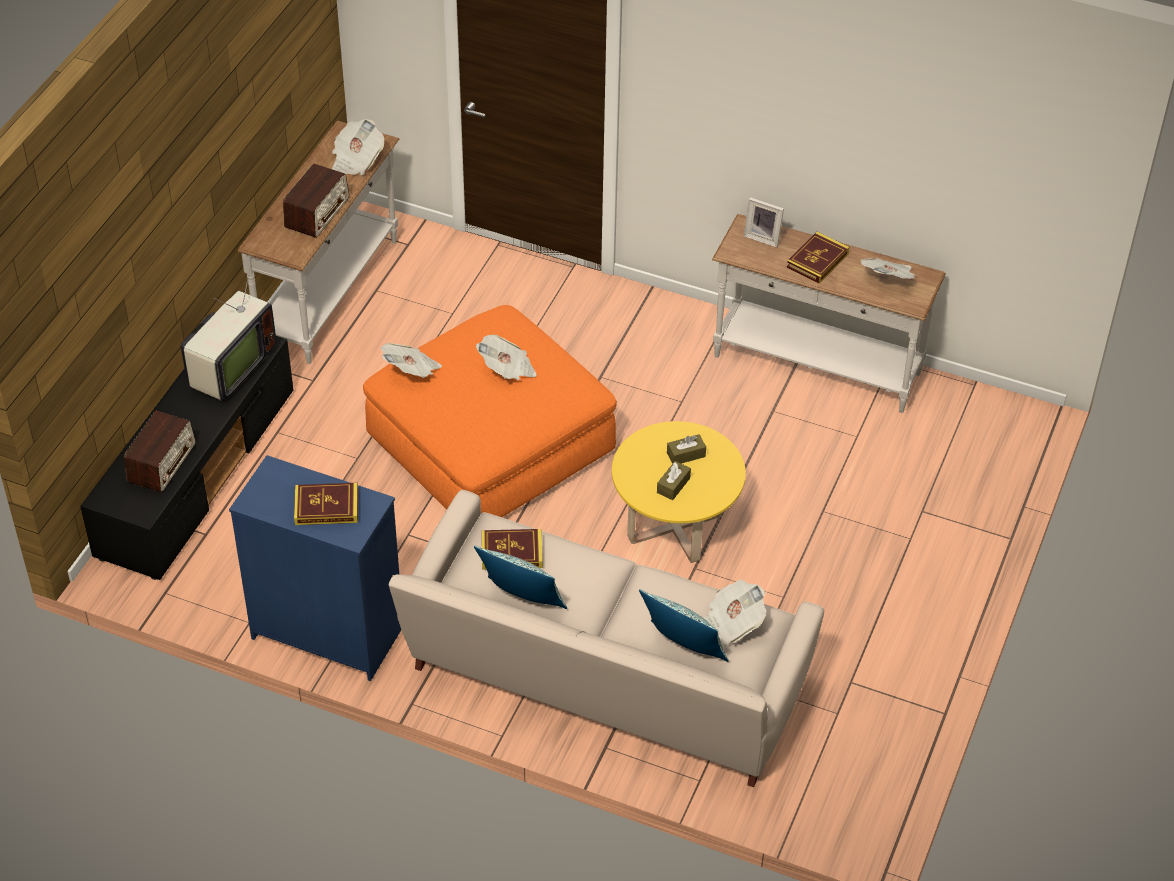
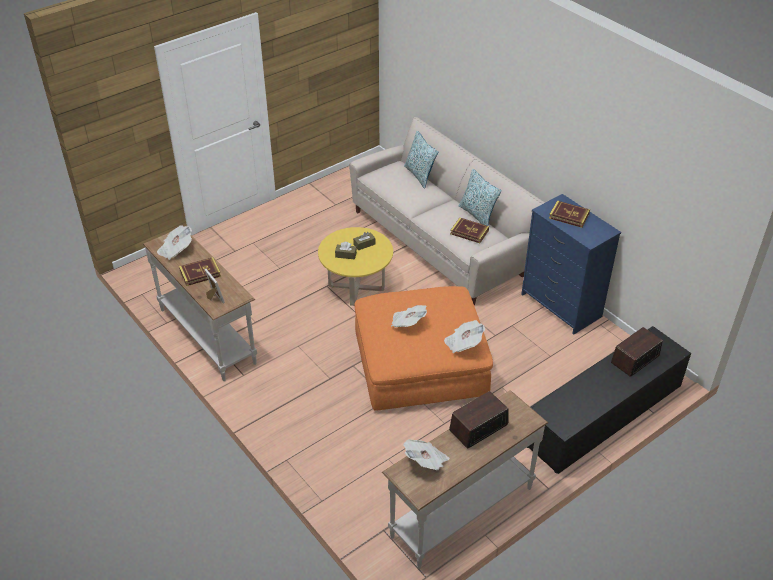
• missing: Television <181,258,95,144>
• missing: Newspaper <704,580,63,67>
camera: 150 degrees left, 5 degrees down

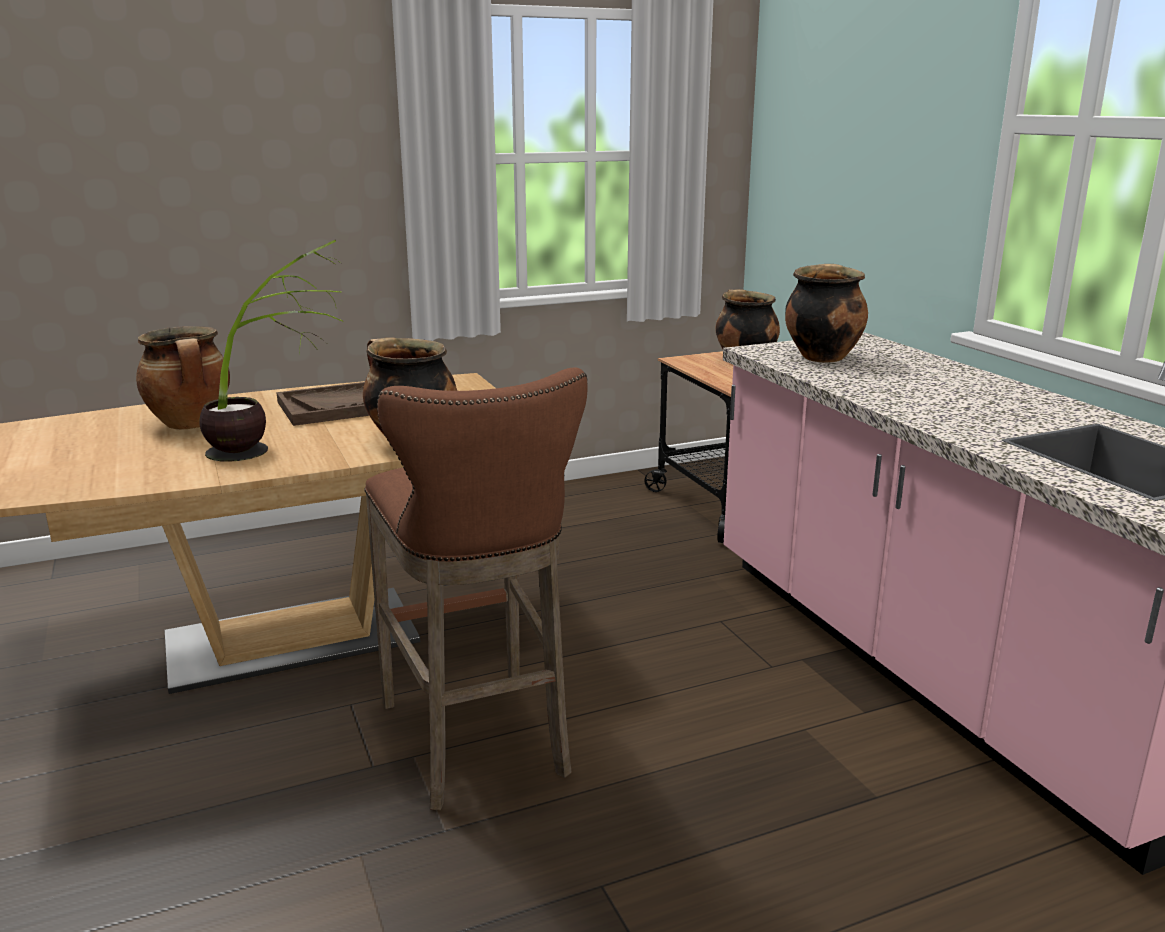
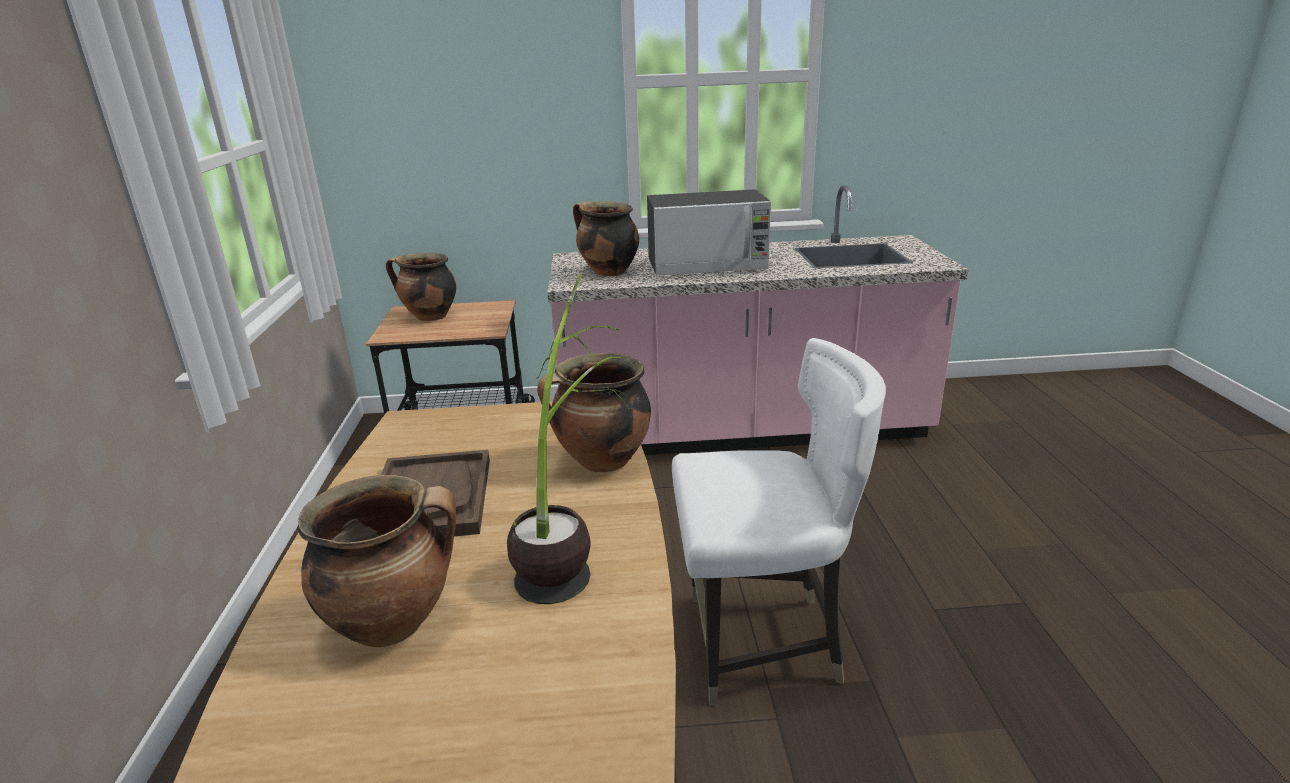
• appeared: Microwave <647,189,124,87>
• exchanged: BrownStool <365,368,223,443> to WhiteChair <672,338,214,368>
camera: 70 degrees left, 5 degrees up

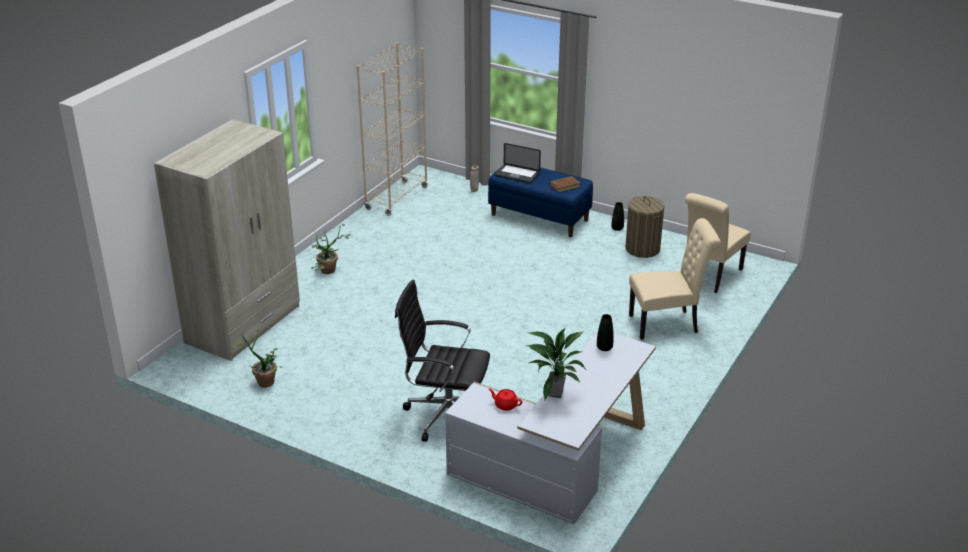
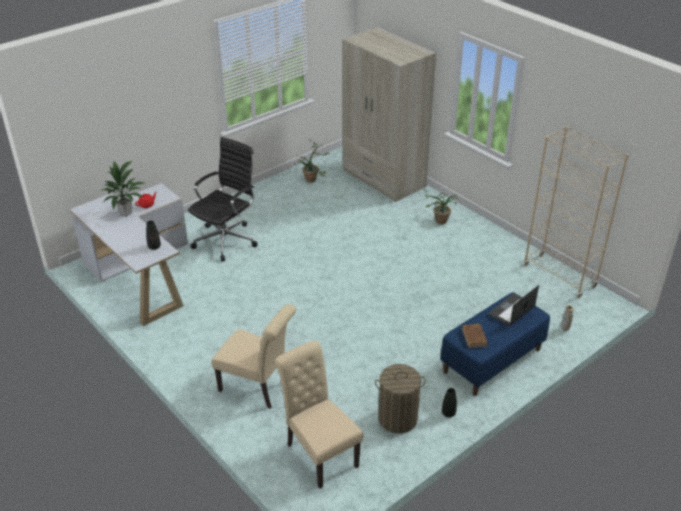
• spun: BeigeChair <629,218,92,122> = <211,304,85,105> 75 degrees counterclockwise
camera: 110 degrees right, 5 degrees up

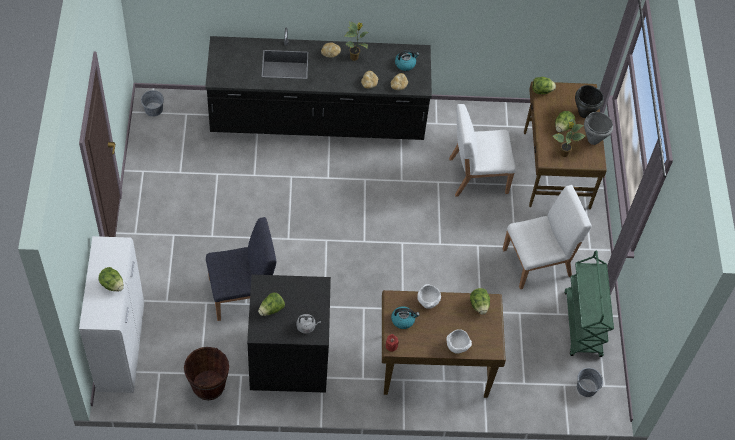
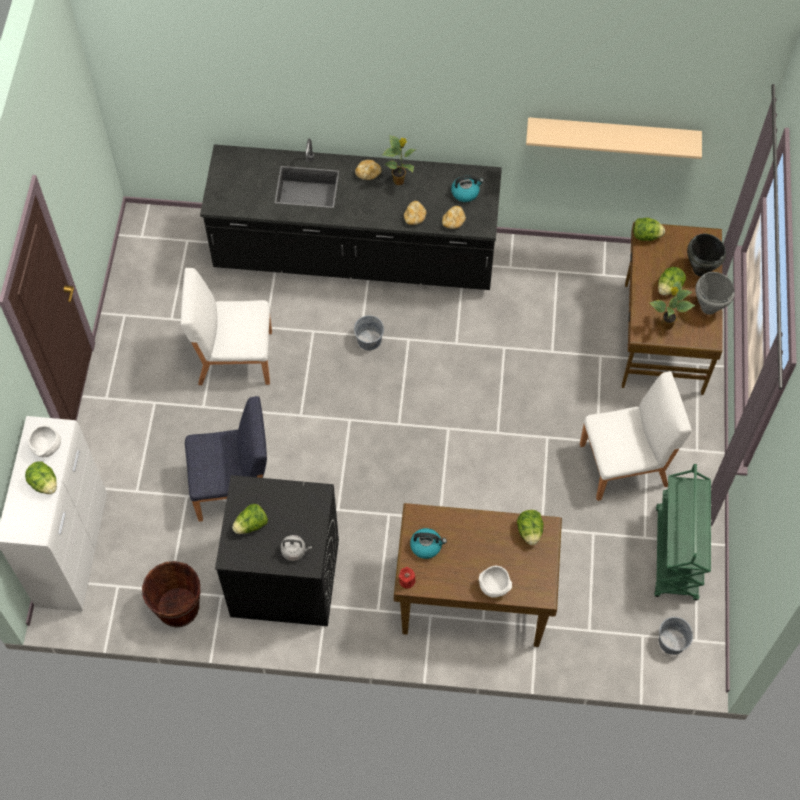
• relocated: WhiteBowl <417,284,24,25> to <28,424,33,33>
• relocated: WhiteChair <449,104,67,93> to <181,268,91,117>
• relocated: GreyBucket <141,90,23,27> to <354,315,30,35>
• appeared: BeigeShelf <526,117,176,42>
camera: 10 degrees right, 5 degrees up

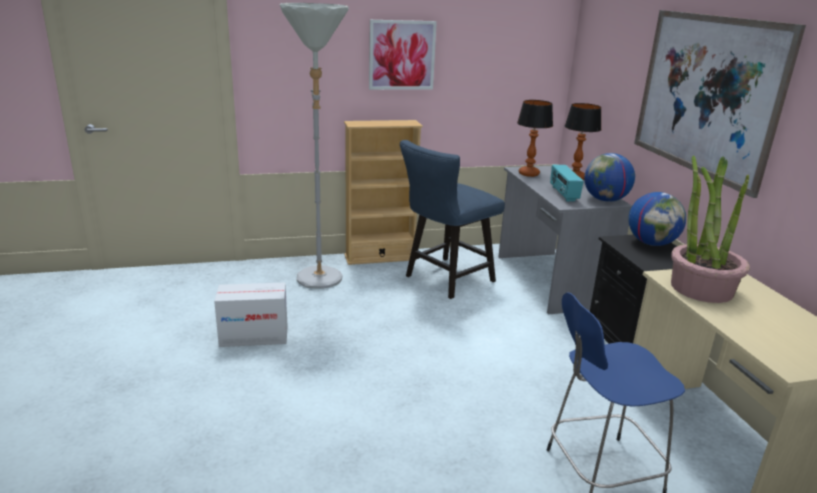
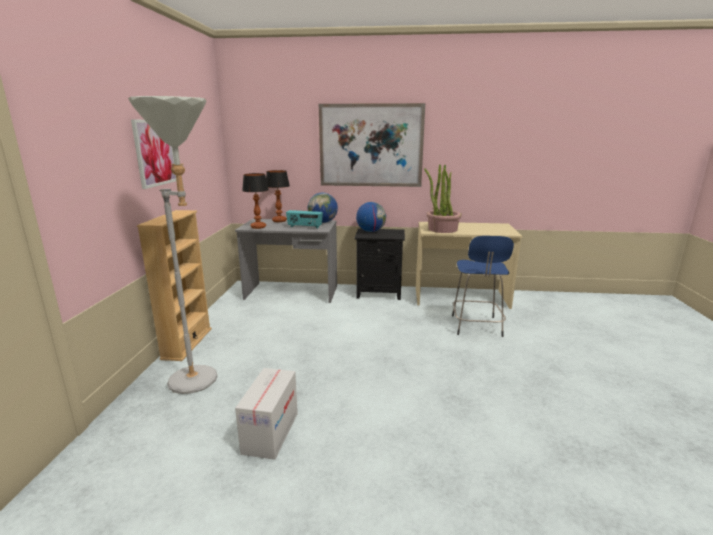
• missing: BlueChair <400,140,105,159>
camera: 70 degrees left, 5 degrees down

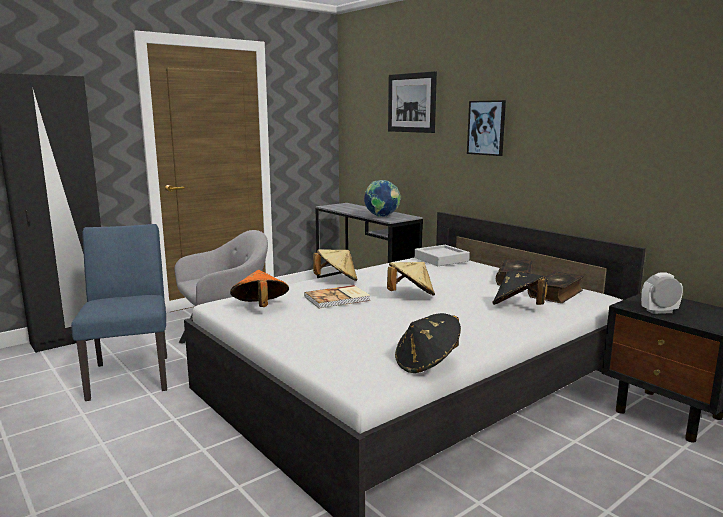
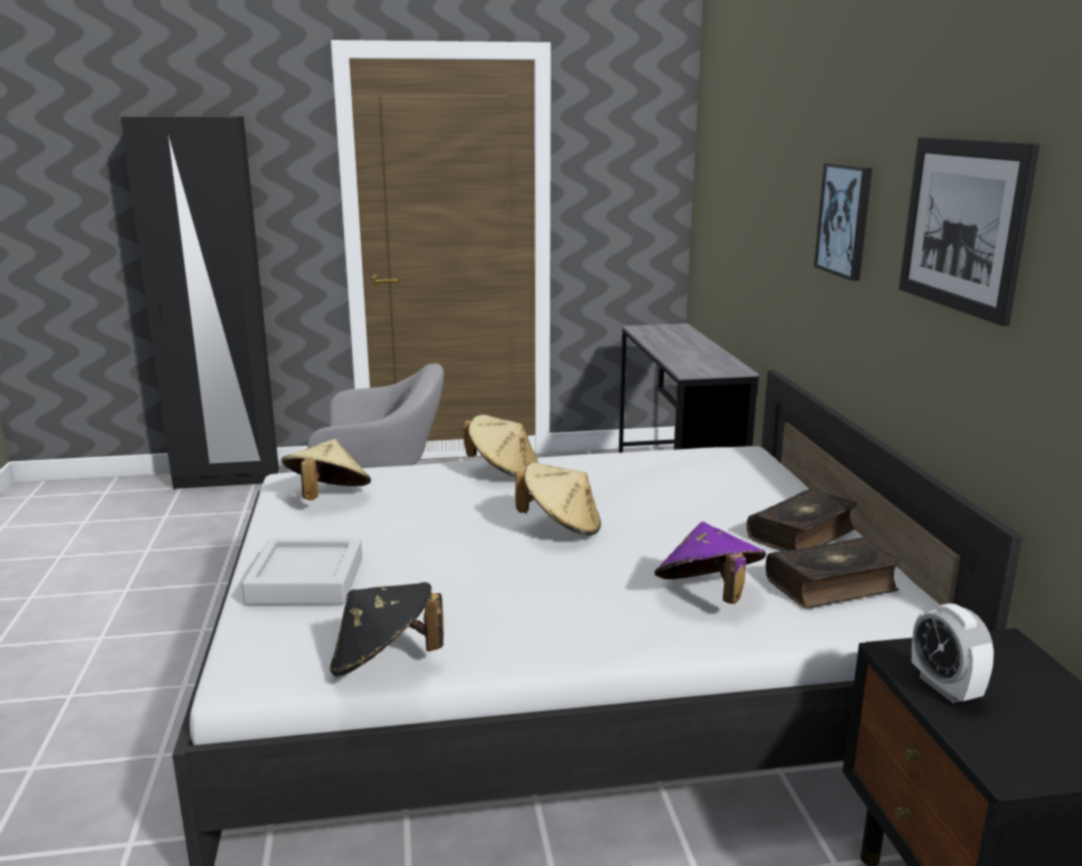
• relocated: GreyTray <415,245,55,21> to <242,539,121,65>
• colour: OrangeHat <230,270,59,37> to BeigeHat <281,439,90,61>
• colour: BlackHat <492,270,56,35> to PurpleHat <654,522,112,82>
• relocated: Picture <388,71,49,62> to <899,137,141,189>
• spun: AlarmClock <641,272,42,42> = <912,603,82,100> 135 degrees counterclockwise
• missing: BlueChair <71,224,96,177>
• missing: Book <304,285,66,24>
• missing: Globe <364,180,37,37>
camera: 30 degrees right, 5 degrees up

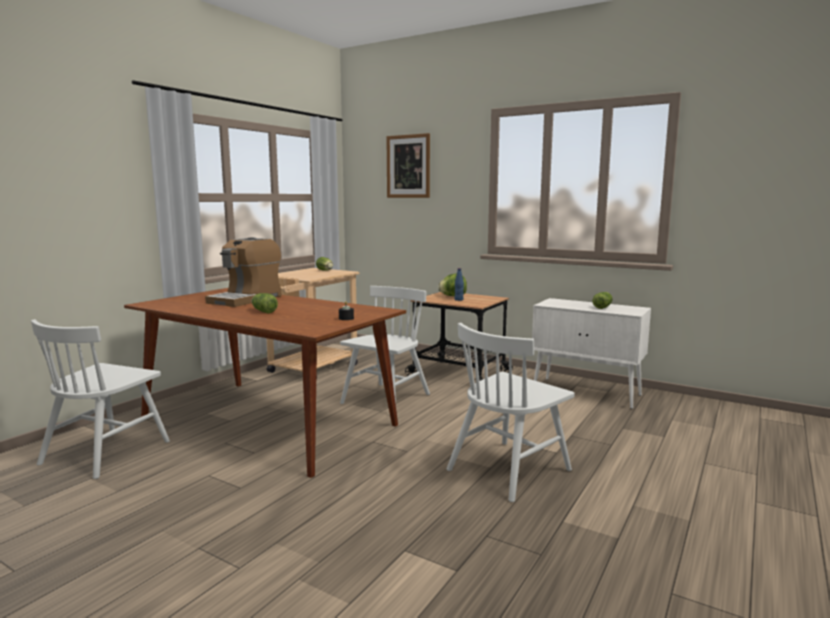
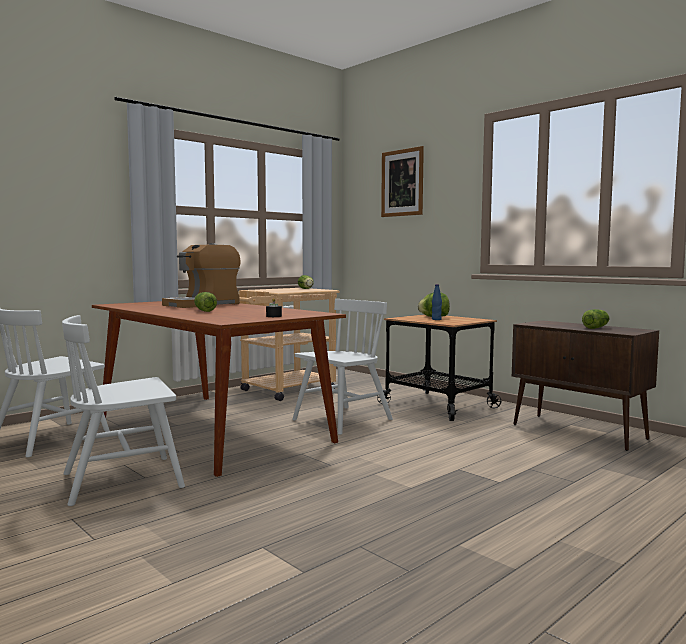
• relocated: WhiteChair <447,323,128,179> to <62,315,123,191>
• colour: WhiteCabinet <532,298,119,111> to BrownCabinet <512,320,147,131>
camera: 15 degrees right, 5 degrees down

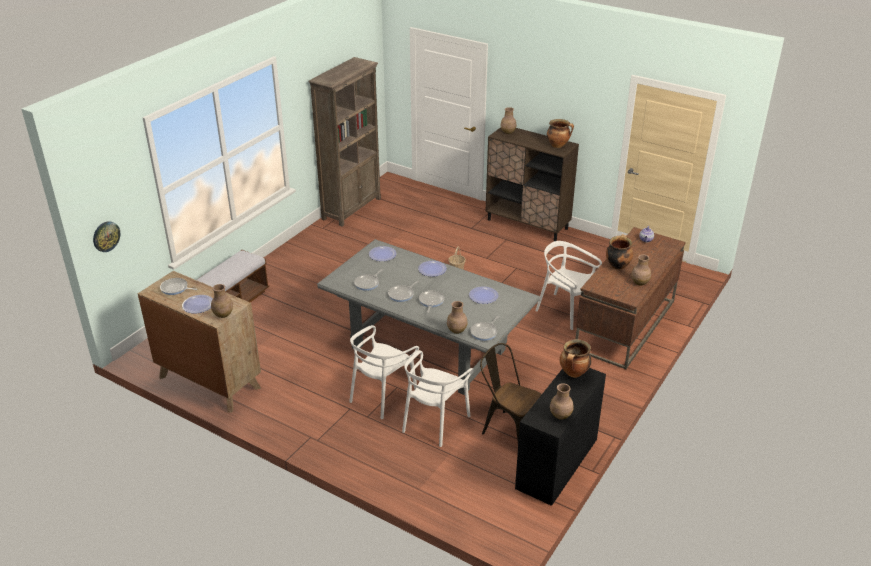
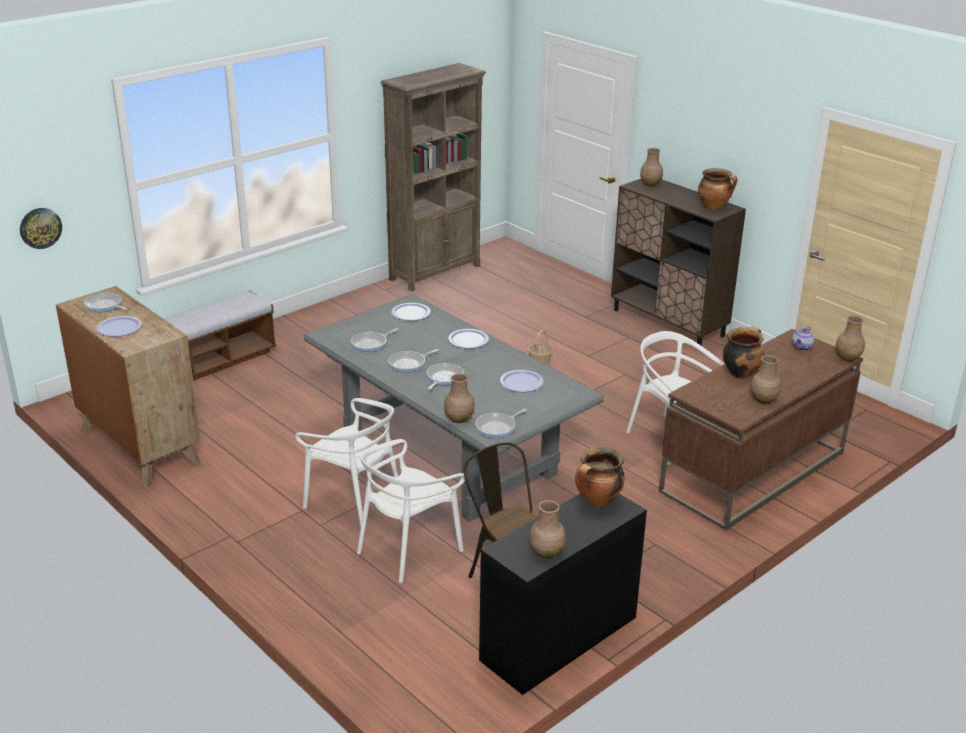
• spun: WhiteChair <349,325,70,94> = <295,398,103,133> 105 degrees counterclockwise
• relocated: BrownVase <211,284,22,34> to <836,316,29,45>
camera: 15 degrees right, 5 degrees down

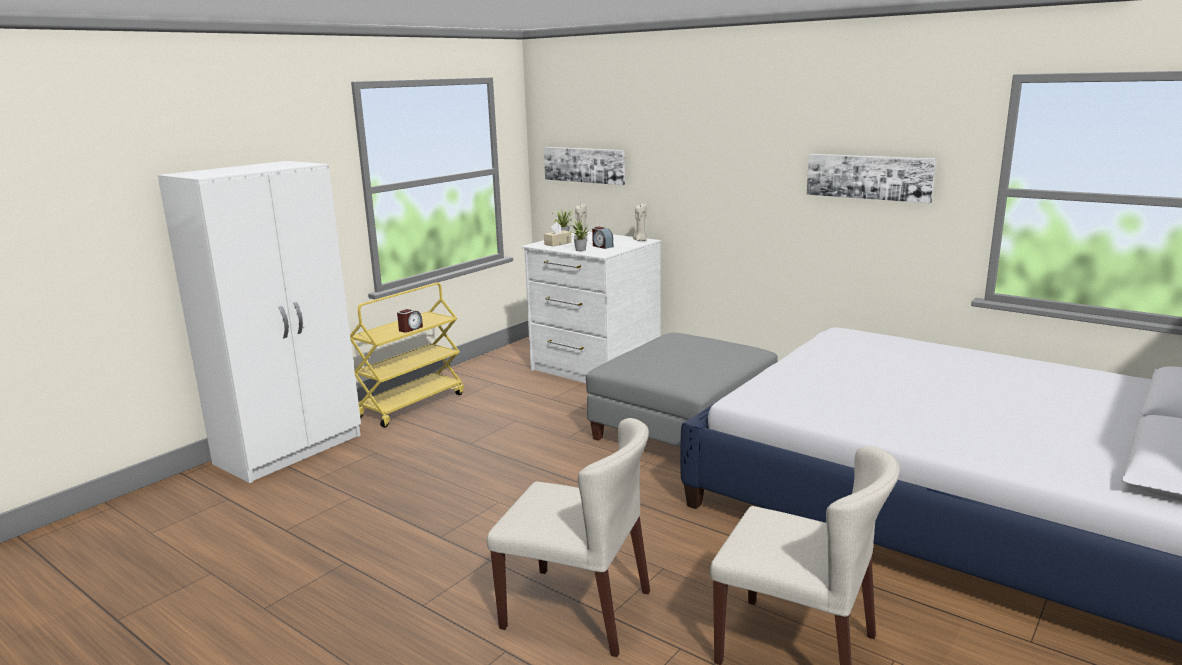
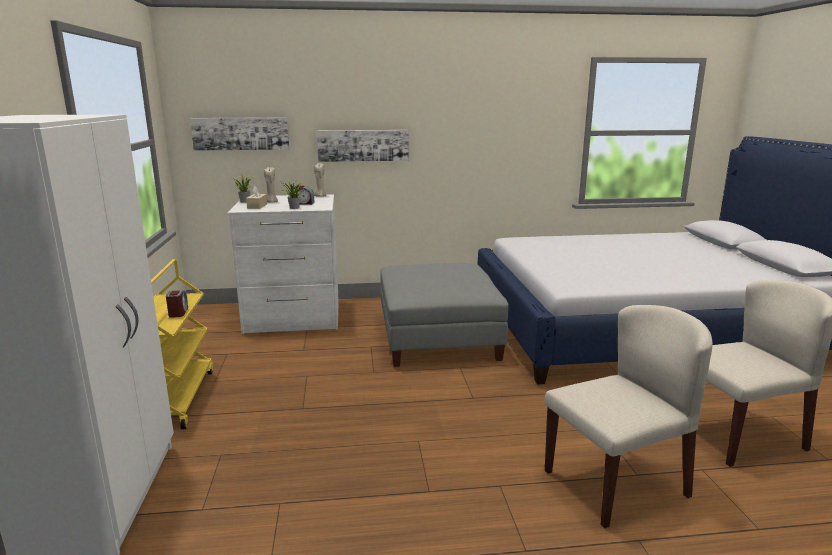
• relocated: Picture <807,154,129,49> to <317,130,92,32>
camera: 45 degrees left, 0 degrees up

